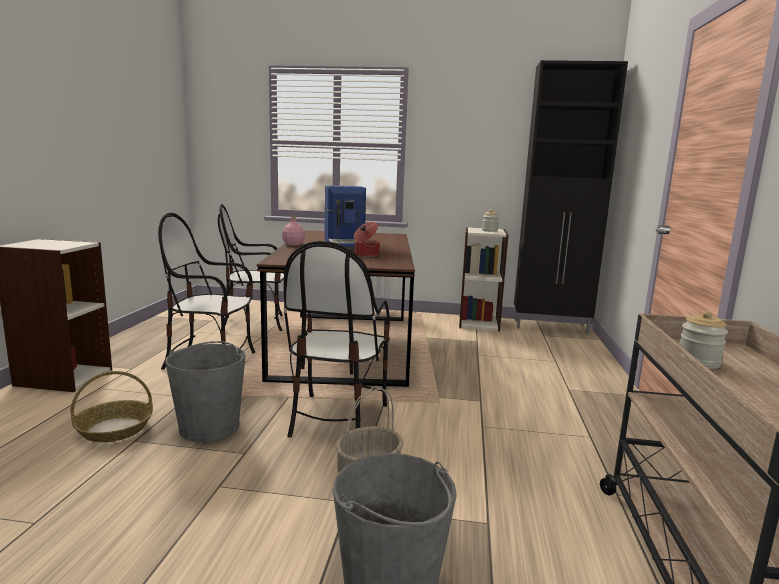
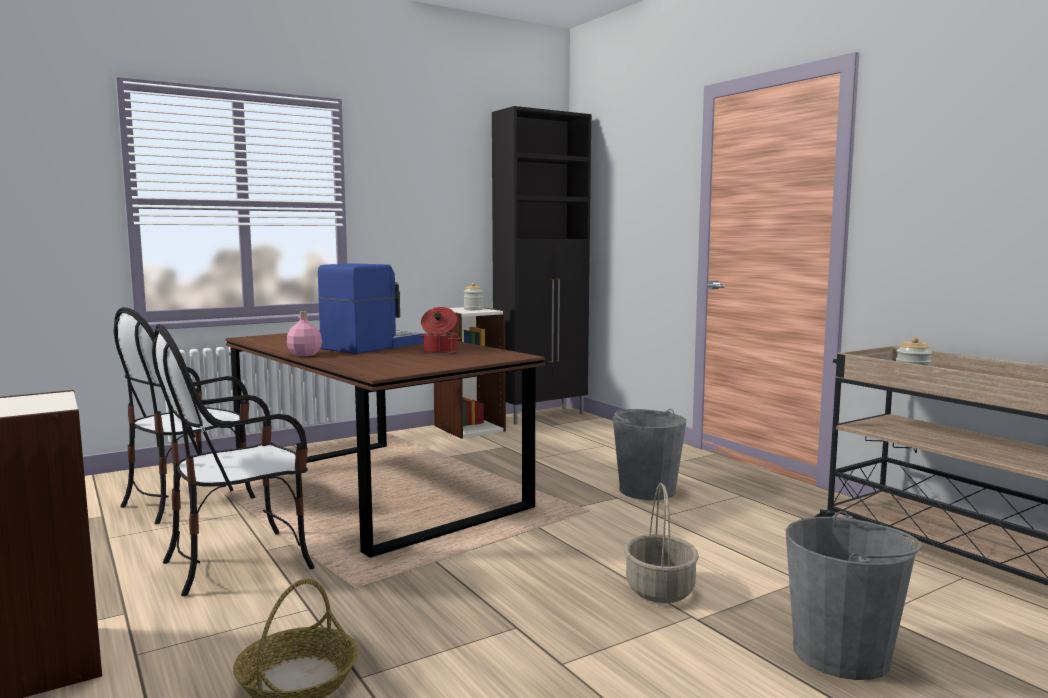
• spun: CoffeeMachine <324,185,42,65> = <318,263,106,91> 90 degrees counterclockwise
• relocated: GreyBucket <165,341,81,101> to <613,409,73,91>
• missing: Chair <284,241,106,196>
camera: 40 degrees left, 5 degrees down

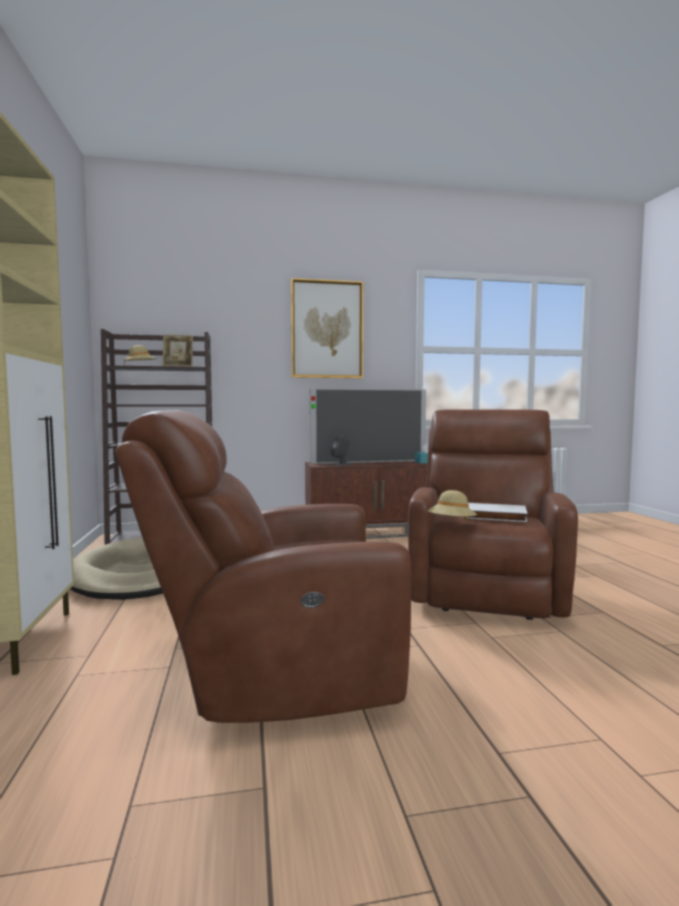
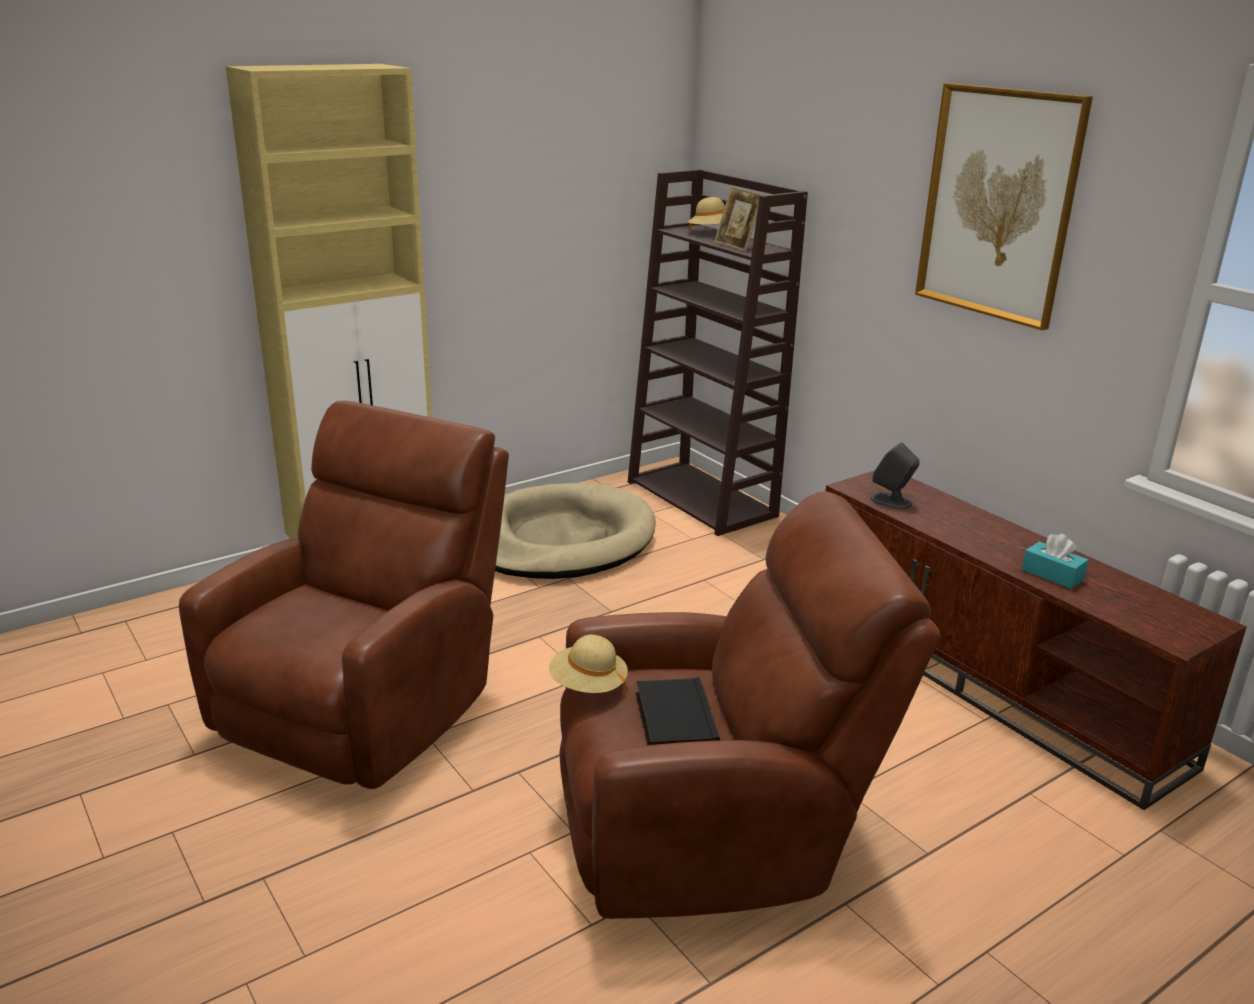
• spun: BrownArmchair <115,410,296,313> = <179,401,330,388> 60 degrees clockwise
• colour: WhiteBook <467,503,61,19> to BlackBook <636,677,84,68>
• missing: Television <310,388,116,76>
camera: 65 degrees right, 20 degrees up

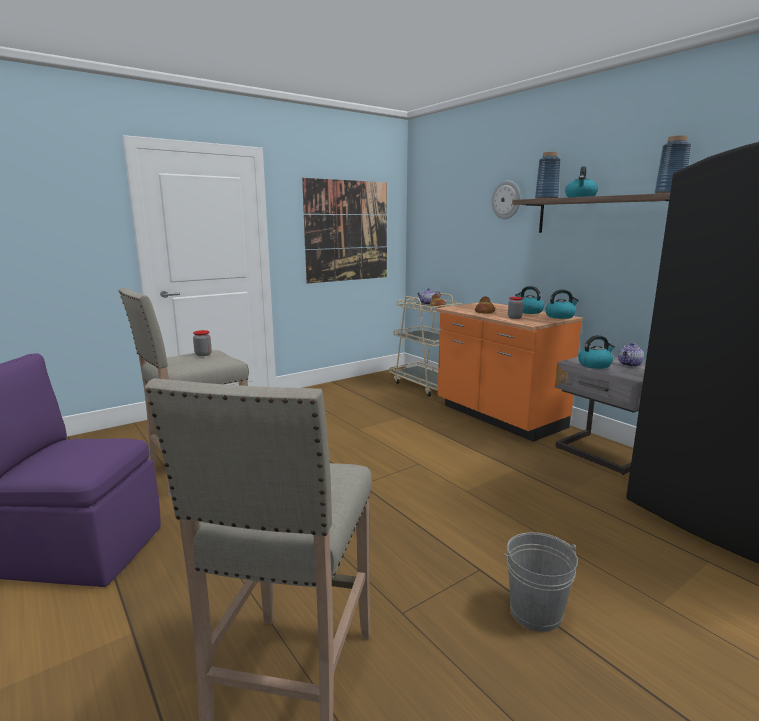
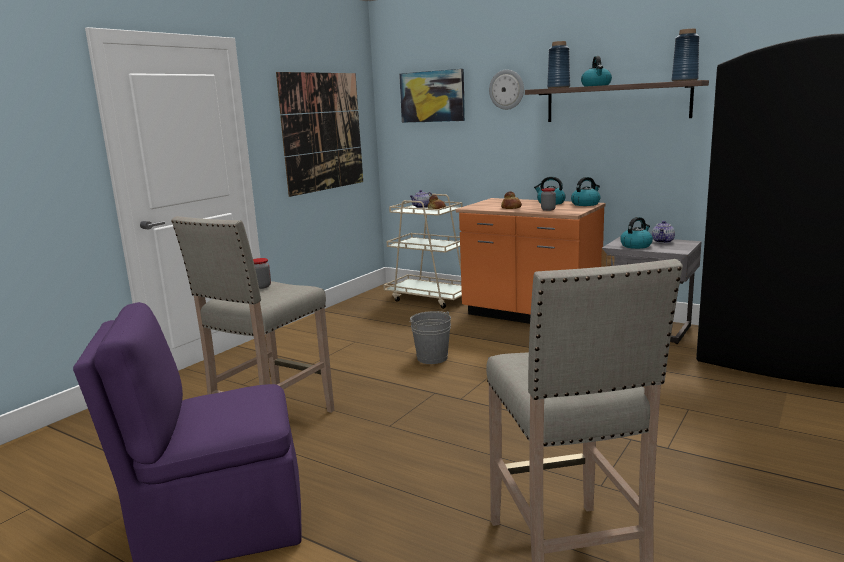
• appeared: Picture <399,69,66,54>
• relocated: GreyBucket <504,532,74,100> to <409,311,42,53>
camera: 20 degrees left, 0 degrees up

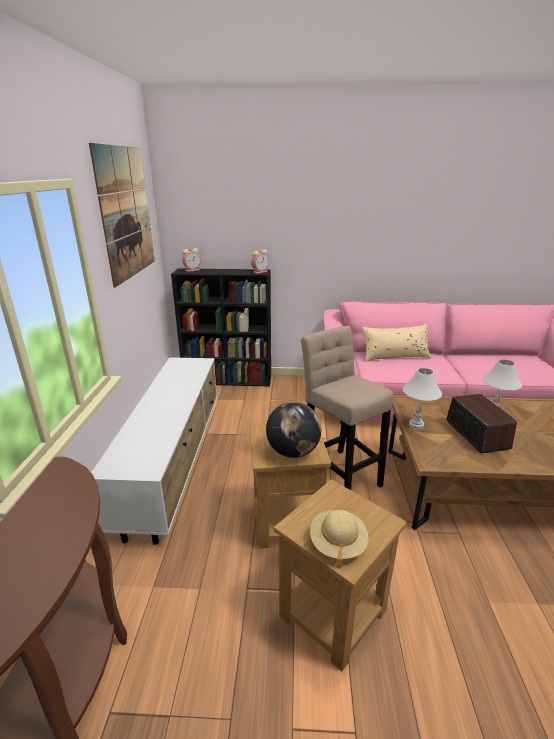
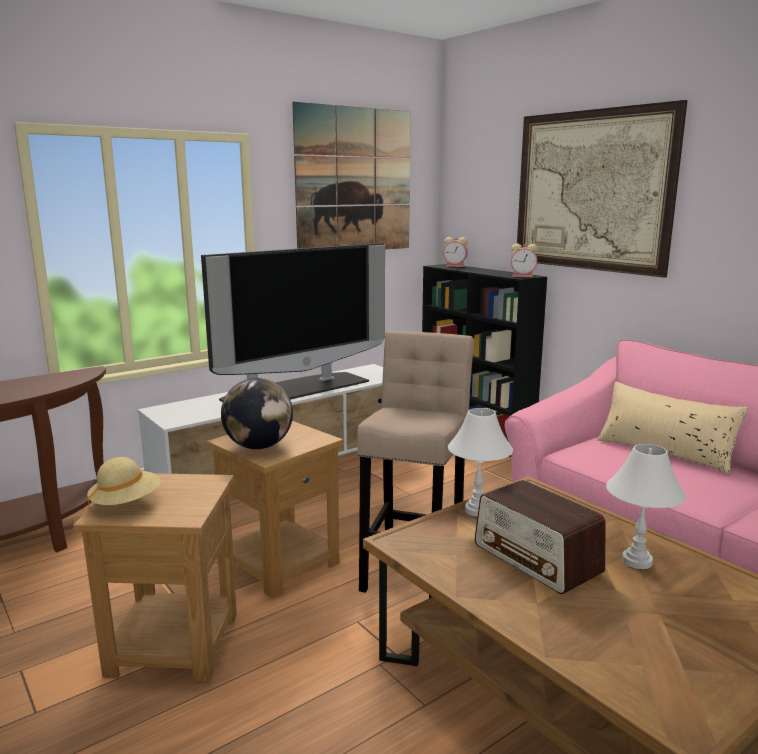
• appeared: Television <201,243,184,159>
• spun: Radio <447,394,70,59> = <475,480,130,114> 105 degrees clockwise
• appeared: Picture <517,100,171,178>
camera: 50 degrees right, 10 degrees down

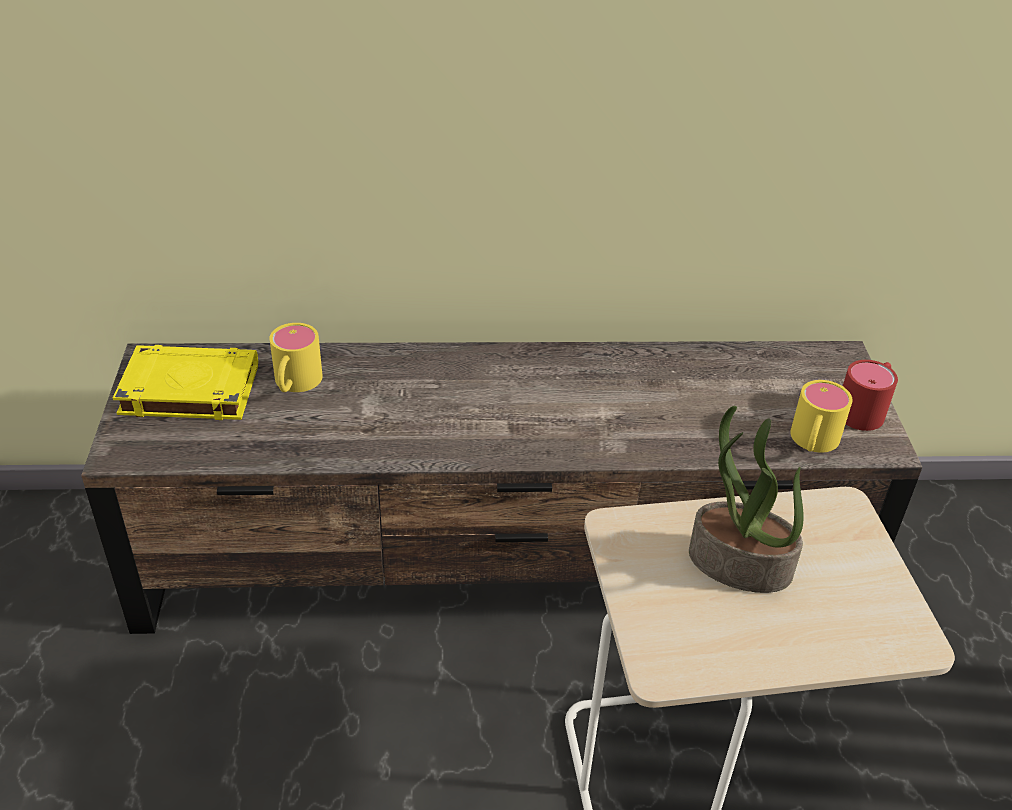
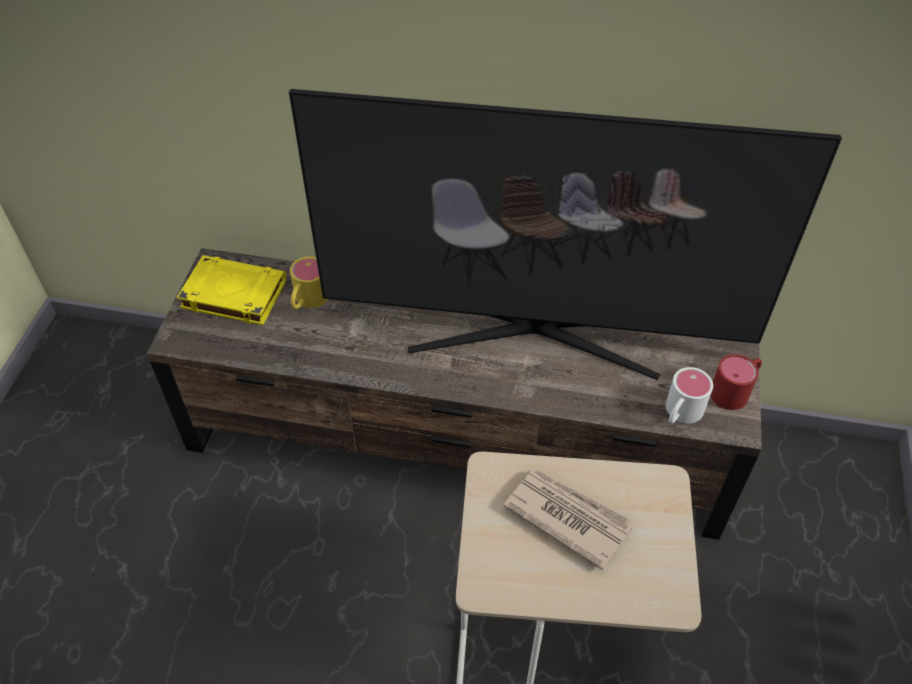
• appeared: Television <289,89,553,291>
• exchanged: PottedPlant <689,406,114,187> to Newspaper <504,469,128,101>
• colour: YellowMug <790,380,63,73> to WhiteMug <666,367,47,56>
camera: 15 degrees right, 10 degrees up

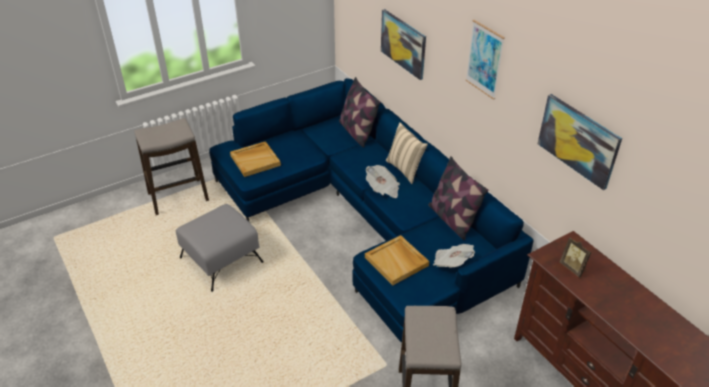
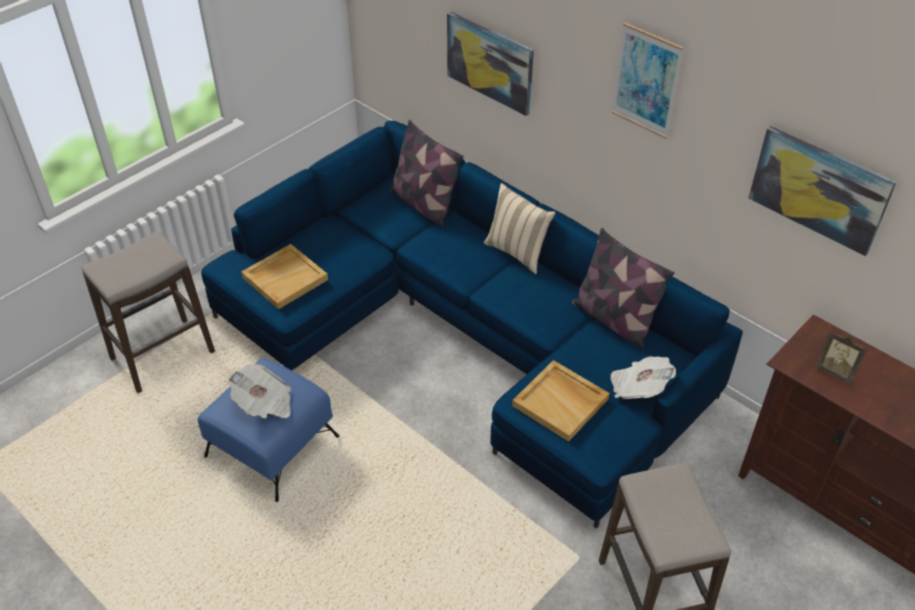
• colour: GreyOttoman <176,204,88,88> to BlueOttoman <197,358,142,144>
• relocated: Newspaper <366,165,34,33> to <228,364,63,55>
camera: 15 degrees left, 5 degrees up

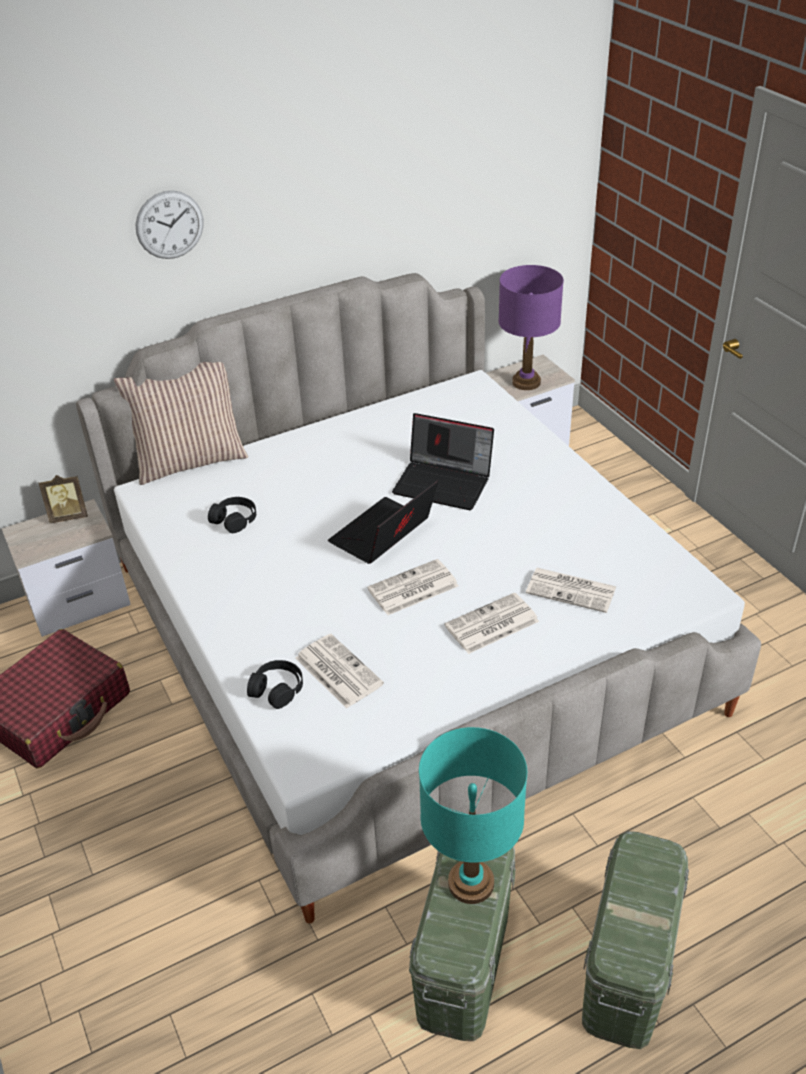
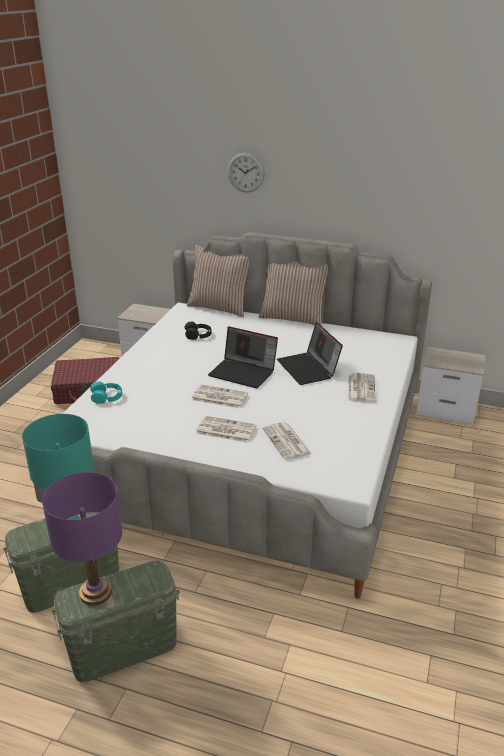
• relocated: PurpleTableLamp <498,265,66,125> to <42,472,80,134>
• colour: BlackHeadphones <247,660,56,49> to TurquoiseHeadphones <90,381,32,23>
• spun: Laptop <328,481,110,83> = <208,326,70,62> 150 degrees counterclockwise
• appeared: Pillow <259,261,69,65>
• relocated: Newspaper <295,634,89,74> to <348,373,28,29>
• missing: PictureFrame <39,475,49,48>
camera: 45 degrees right, 10 degrees down

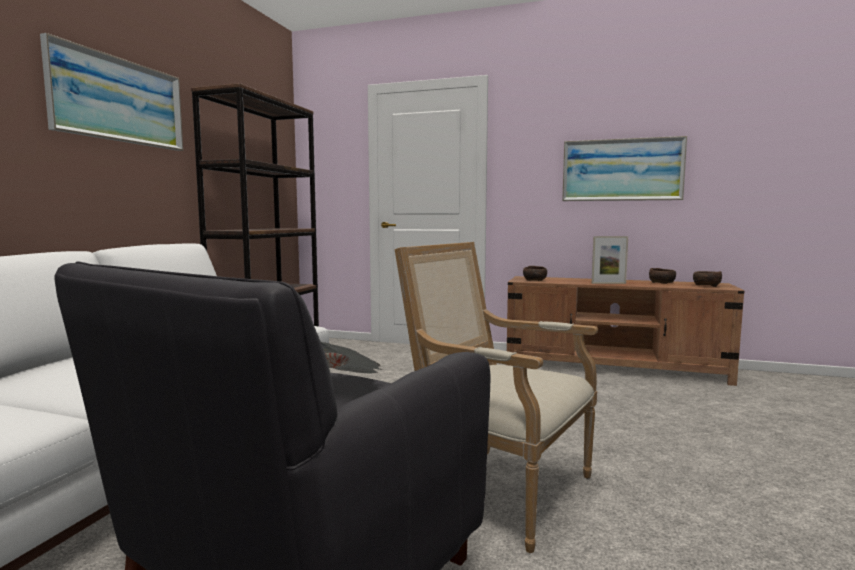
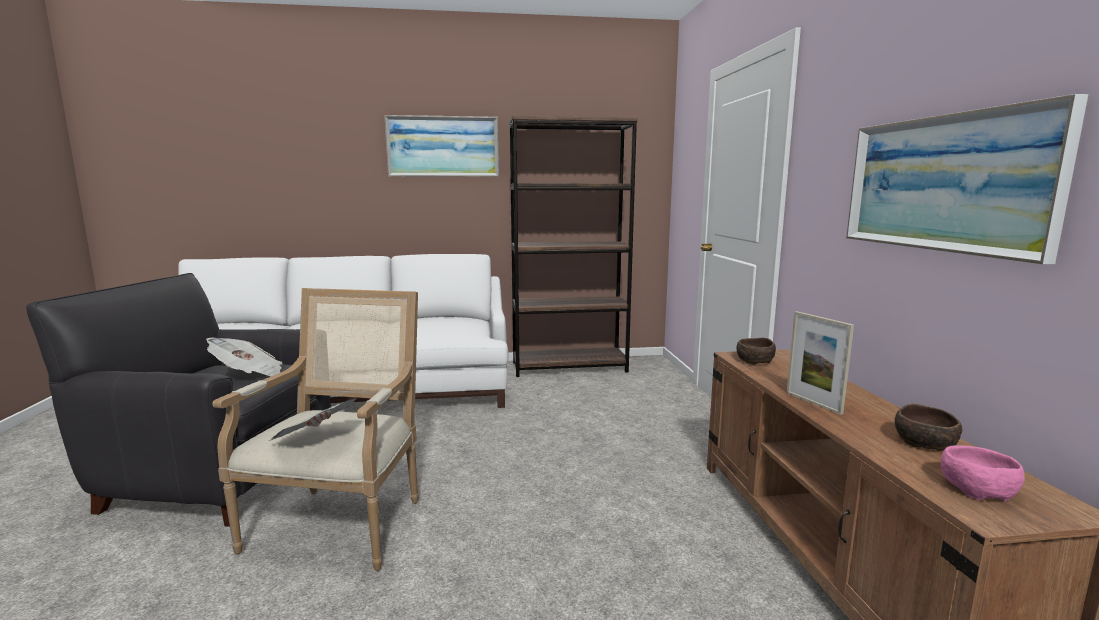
• appeared: Newspaper <269,399,87,42>
• colour: BrownBowl <693,271,29,16> to PinkBowl <941,445,84,56>
camera: 65 degrees right, 5 degrees up

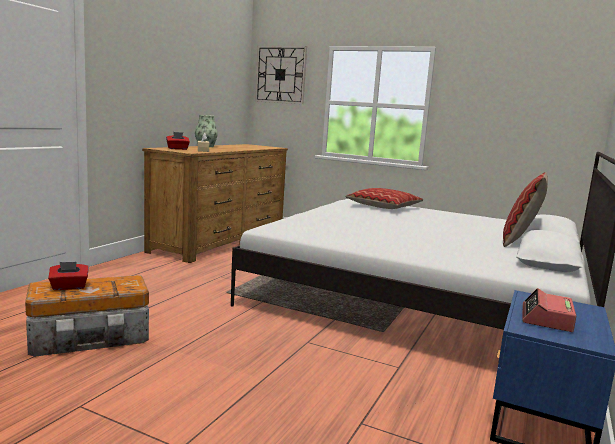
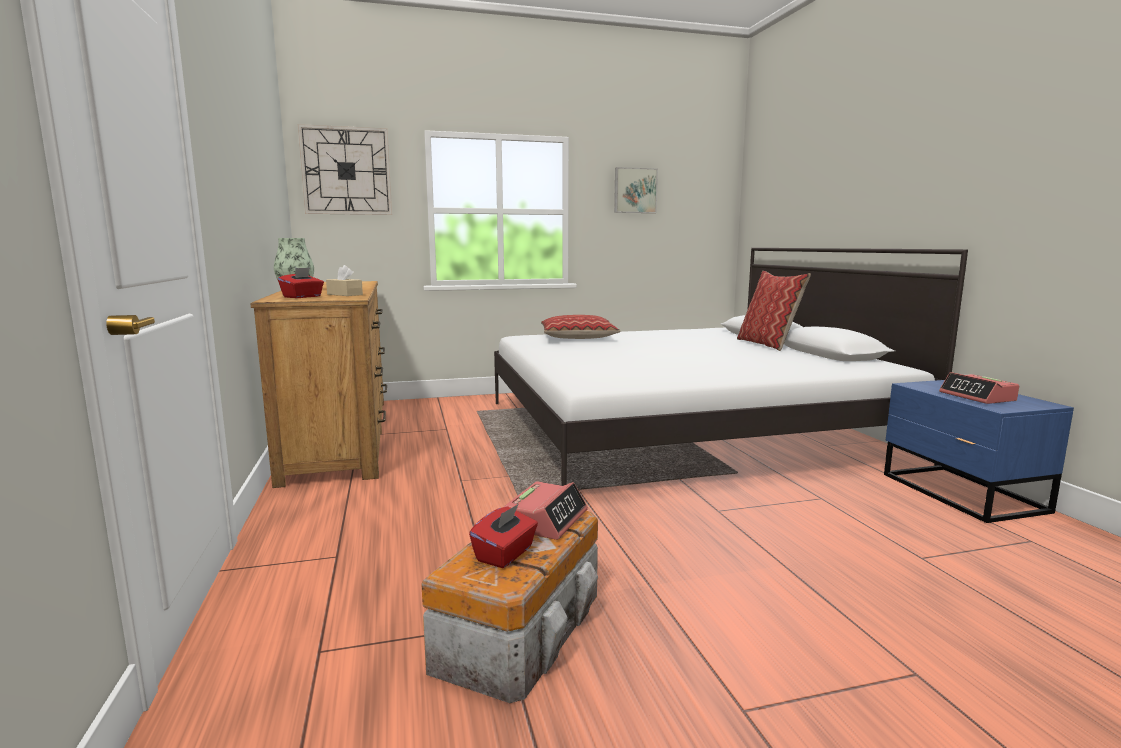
• appeared: AlarmClock <504,481,84,59>
• appeared: Picture <614,167,44,46>
camera: 40 degrees left, 0 degrees up

